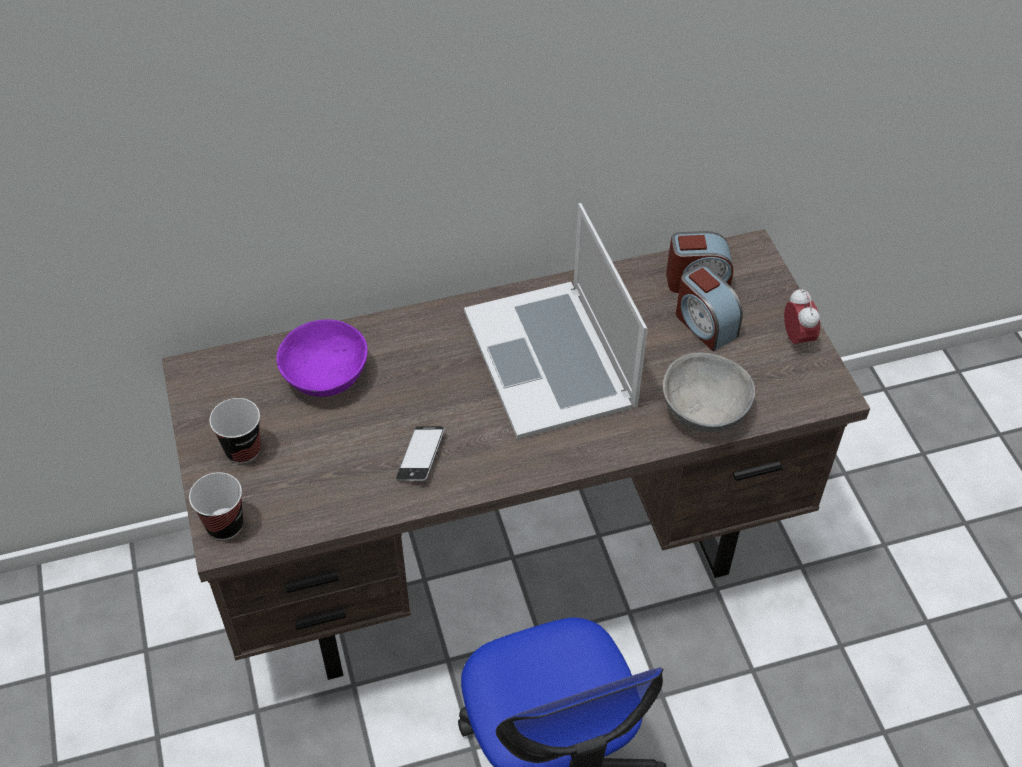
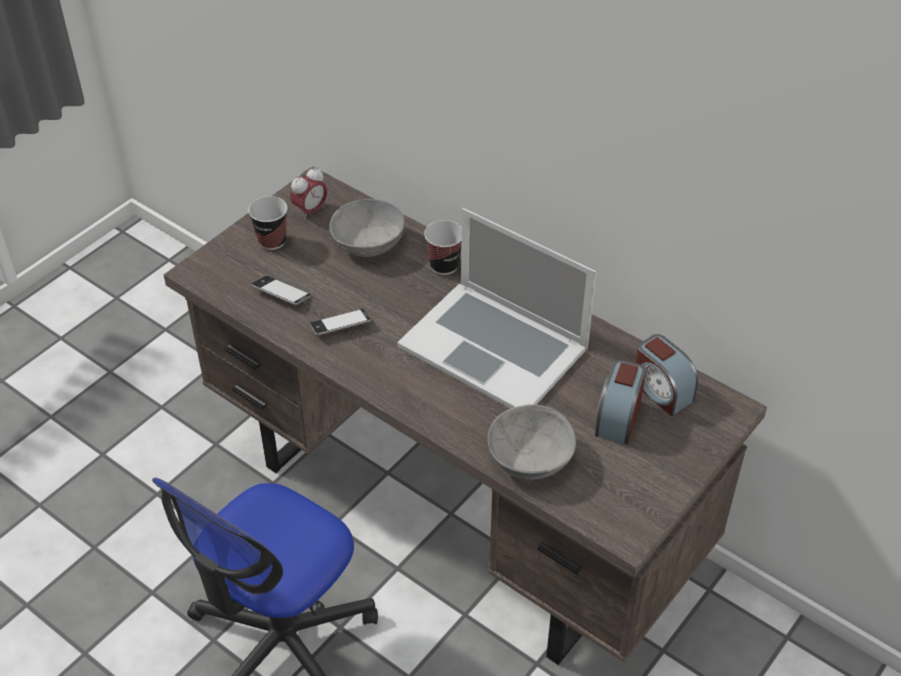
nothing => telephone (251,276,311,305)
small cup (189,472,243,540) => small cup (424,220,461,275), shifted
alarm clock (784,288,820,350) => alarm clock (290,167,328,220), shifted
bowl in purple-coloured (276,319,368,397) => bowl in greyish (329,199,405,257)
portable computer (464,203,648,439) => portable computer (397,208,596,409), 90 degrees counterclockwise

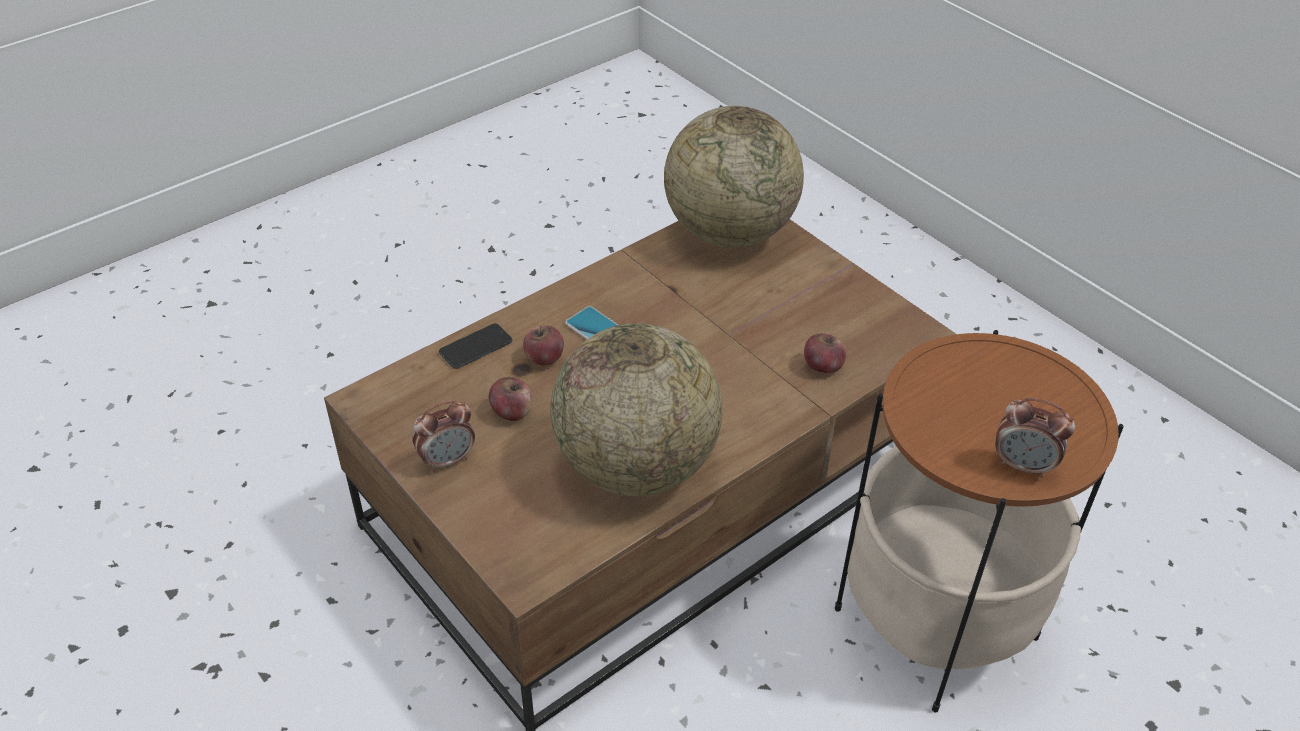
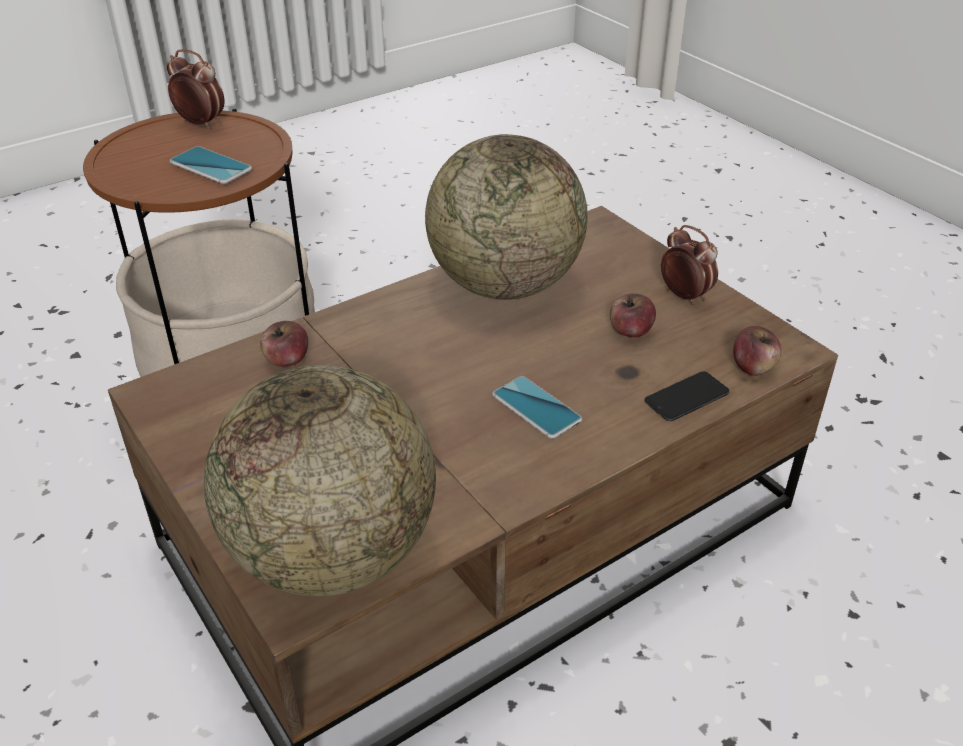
nothing => telephone (170,146,252,184)
apple (523,326,564,366) => apple (733,326,781,376), shifted
alarm clock (413,400,475,473) => alarm clock (661,225,718,305), 75 degrees clockwise

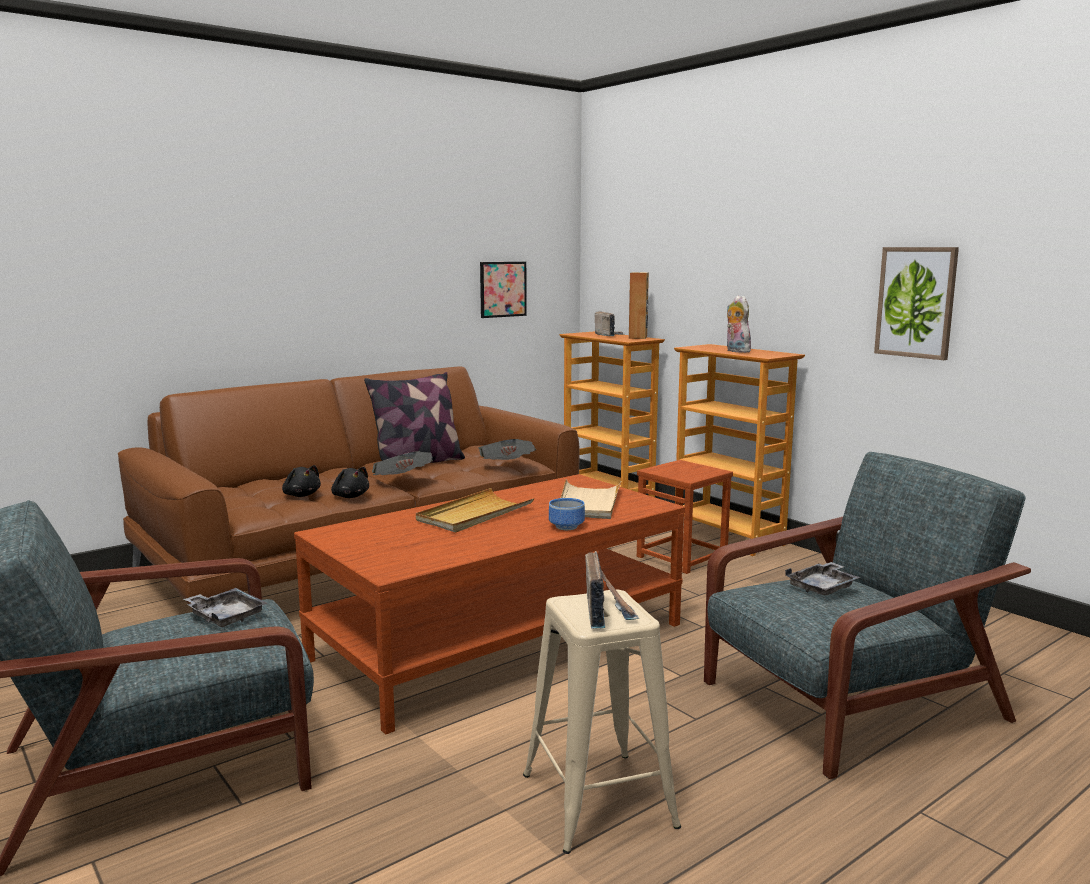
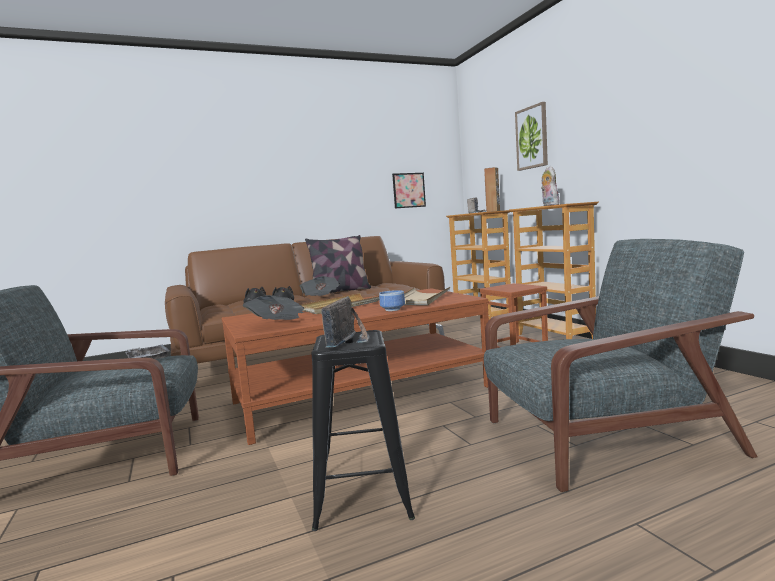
tray in greyish (785,562,860,595) => nothing
newspaper (478,439,536,460) => newspaper (243,295,305,320), shifted
wall art (874,247,959,360) => wall art (515,102,548,171), shifted
stool seat in beige (523,589,681,854) => stool seat in blackish (311,330,415,531)

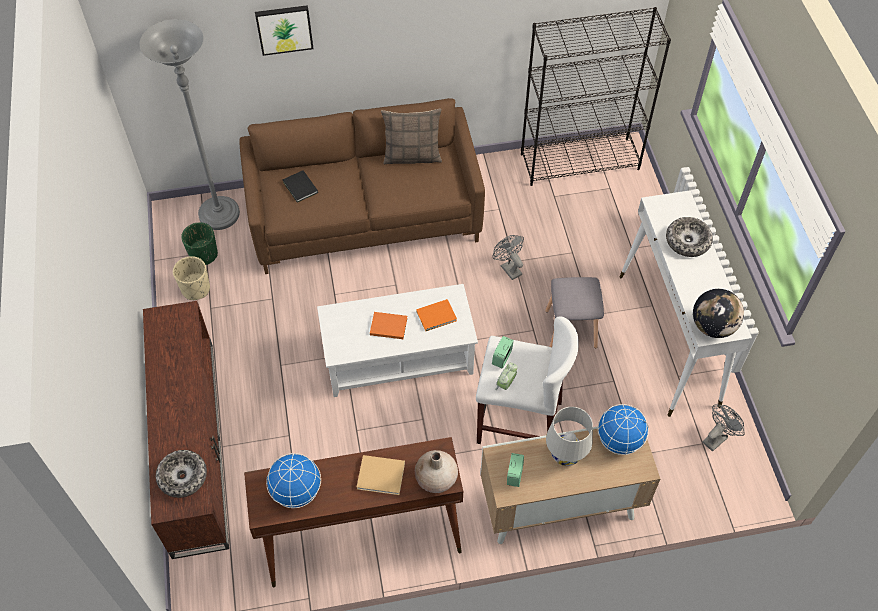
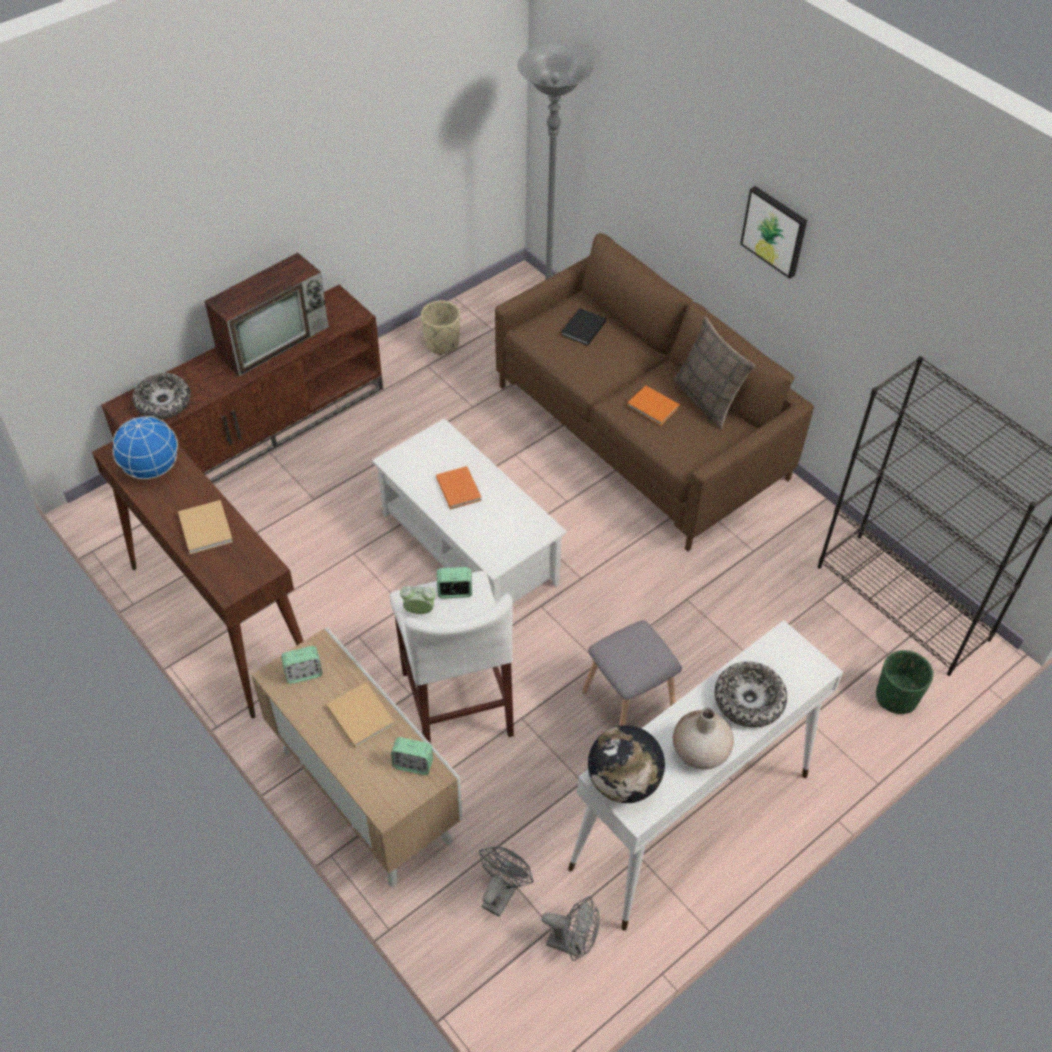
nothing => television (204,253,329,377)
planter in green-coloured (181,222,218,265) => planter in green-coloured (876,650,933,714), shifted
wall art (255,5,314,56) => wall art (740,186,807,279), shifted
flower vase in beige (415,450,458,493) => flower vase in beige (673,707,734,770), shifted
book in orangey (416,299,457,331) => book in orangey (627,385,680,426), shifted
electric fan in greyish (493,235,524,280) => electric fan in greyish (479,846,533,917), shifted
lamp for a table in whitish (546,407,593,466) => book in beige (326,682,395,748)
desk globe (598,404,649,455) => alarm clock (391,737,433,775)

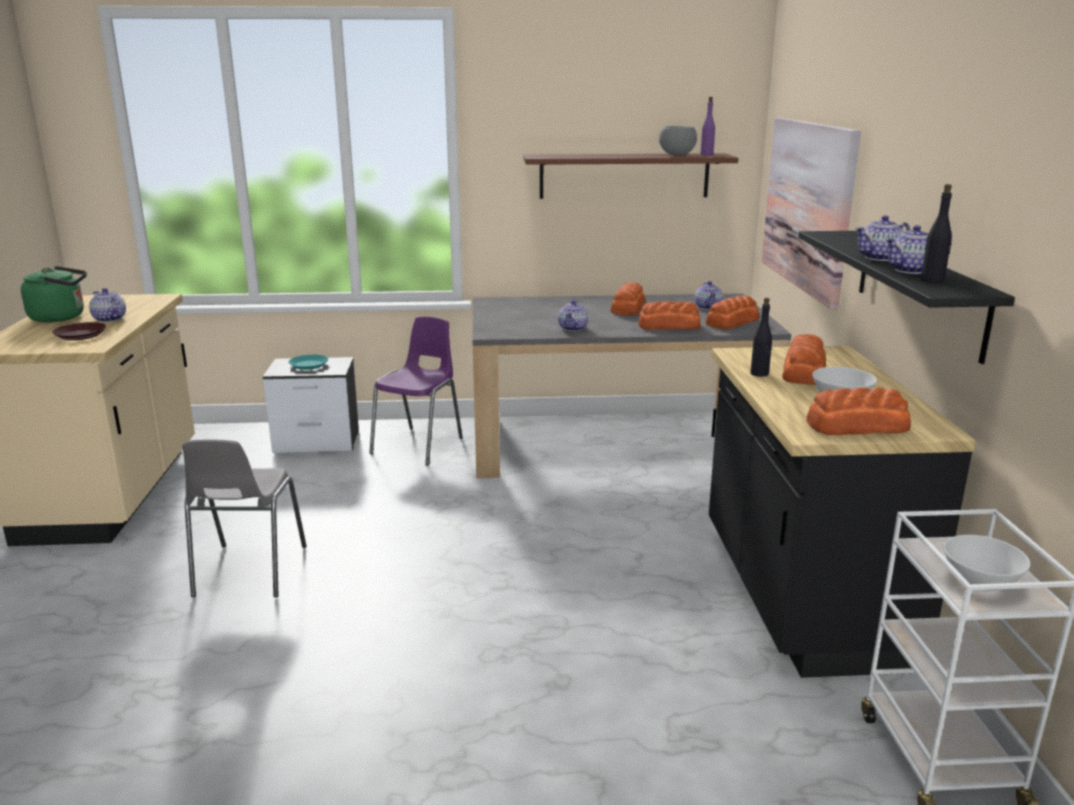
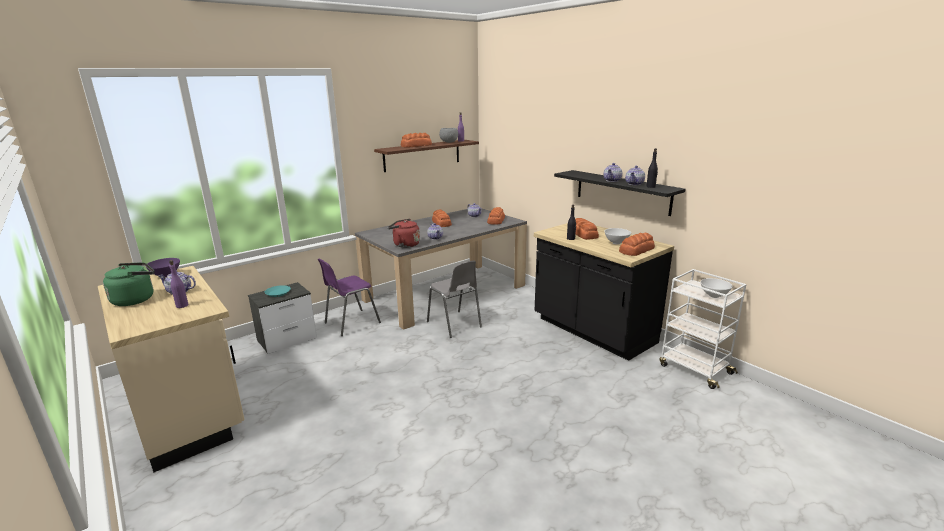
wall art (762,118,861,310) => nothing
nothing => bowl in purple-coloured (145,258,180,277)
nothing => kettle in reddish (387,219,420,248)
plain chair in greyish (182,440,307,598) => plain chair in greyish (427,261,482,338), shifted
bakery bread (638,301,701,330) => bakery bread (401,133,432,147), shifted
flat dish in brownish (52,322,107,340) => drink bottle in purple-coloured (169,260,189,308)
plain chair in purple-coloured (369,317,463,466) => plain chair in purple-coloured (317,259,381,336), 120 degrees counterclockwise

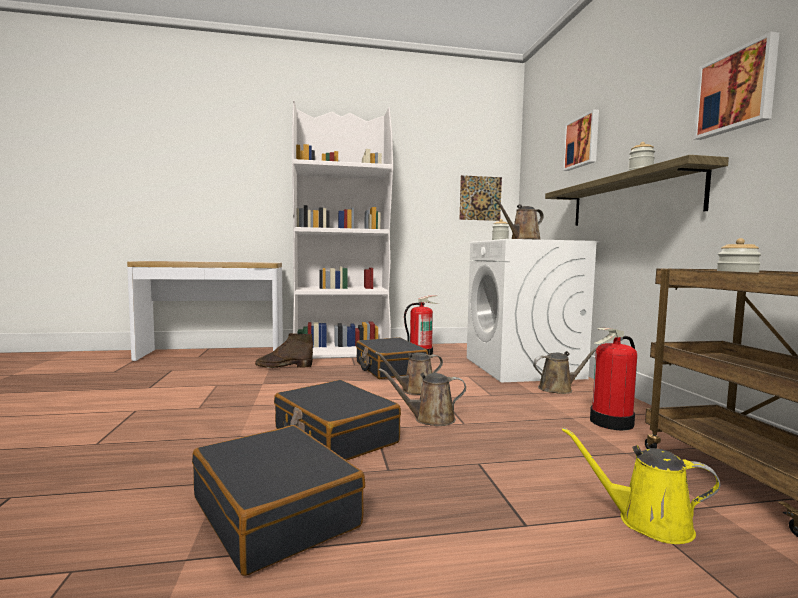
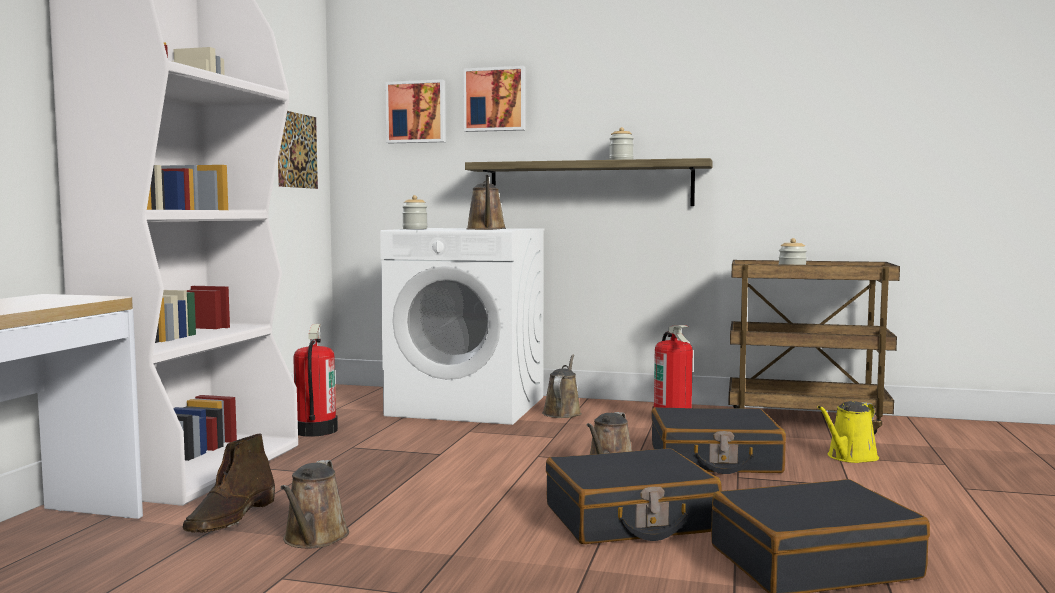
travel case in blackish (356,337,428,379) => travel case in blackish (651,407,786,474), shifted
watering pot in brownish (375,352,443,395) => watering pot in brownish (280,460,349,549), shifted
wall art (694,32,779,140) => wall art (385,79,446,143), shifted

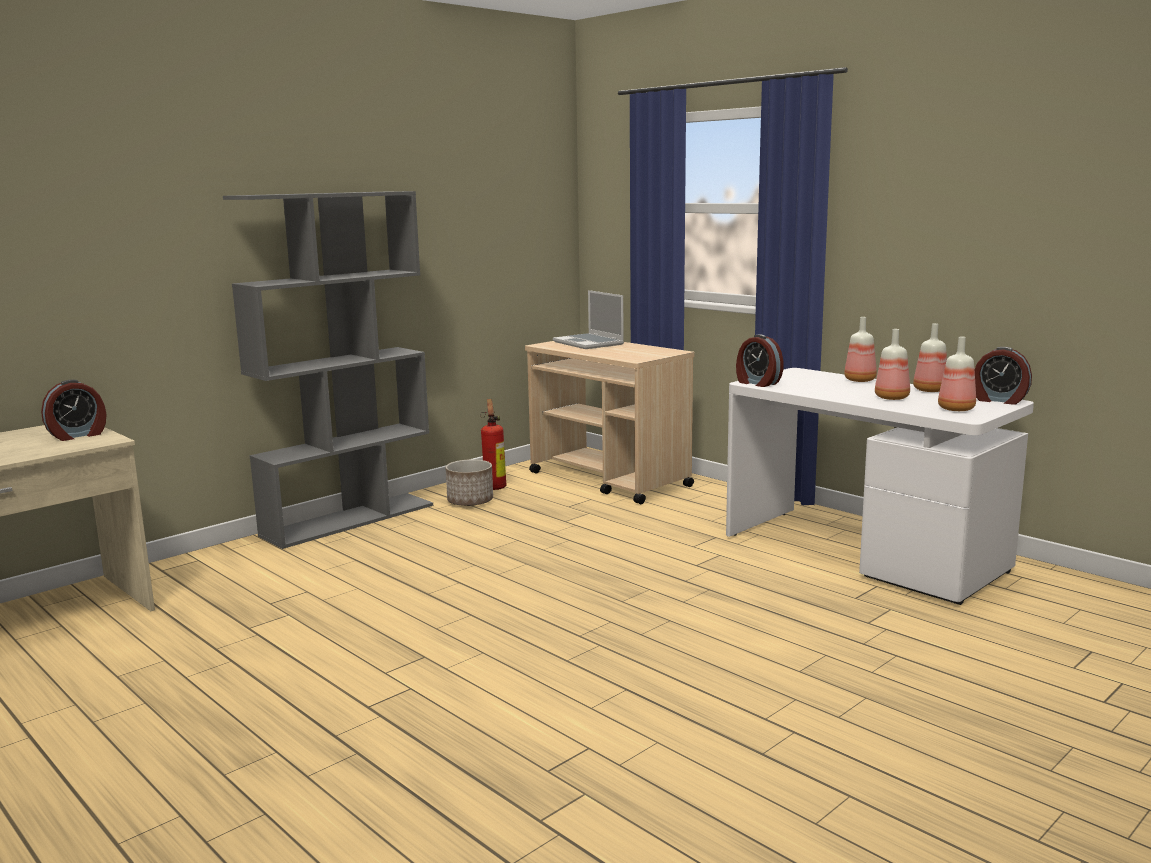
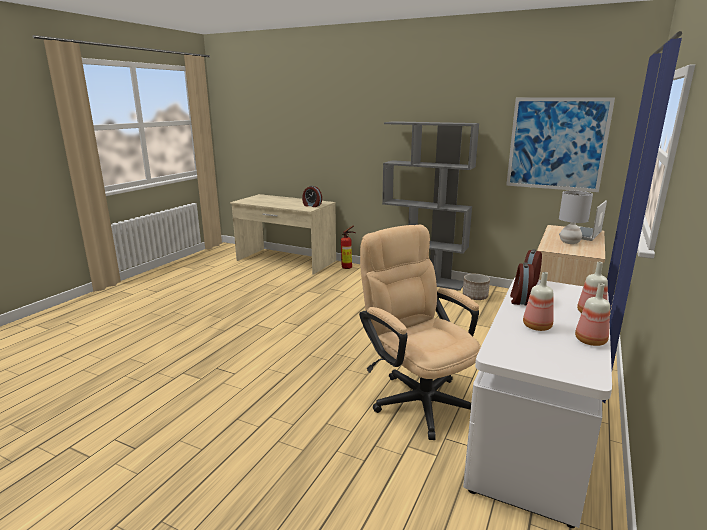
drink bottle (938,336,976,411) => nothing
nothing => office chair in beige (359,225,481,440)
nothing => wall art (506,97,615,192)
nothing => lamp for a table in greyish (559,191,593,244)
fire-fighting cylinder (480,399,507,490) => fire-fighting cylinder (341,225,355,269), shifted
alarm clock (974,347,1032,405) => alarm clock (510,262,534,306), shifted

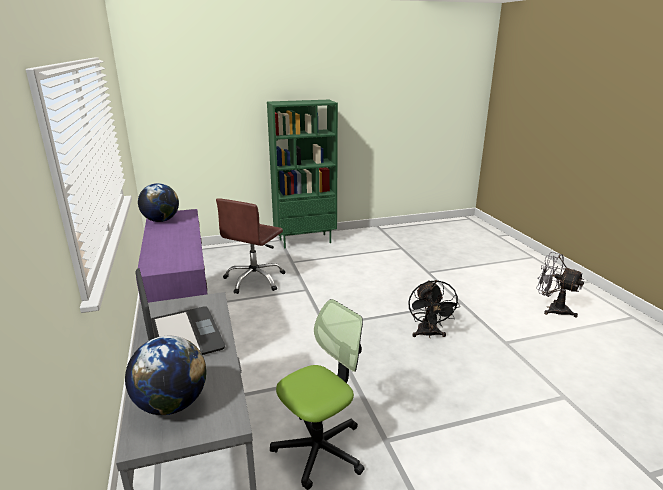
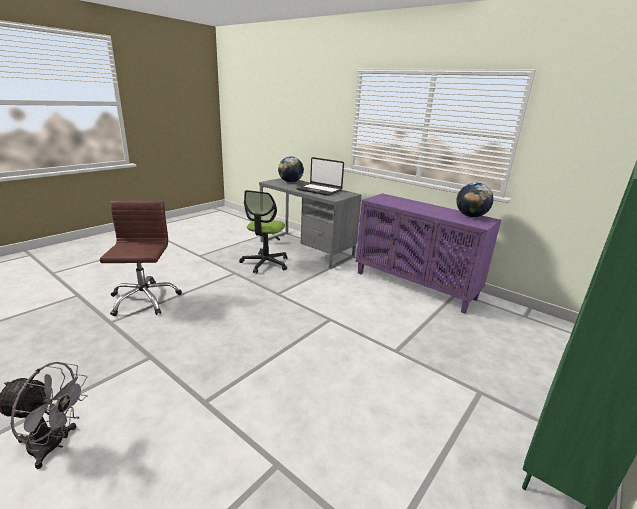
electric fan in blackish (408,280,460,338) => nothing
office chair in brownish (216,198,285,294) => office chair in brownish (100,200,182,316), shifted

